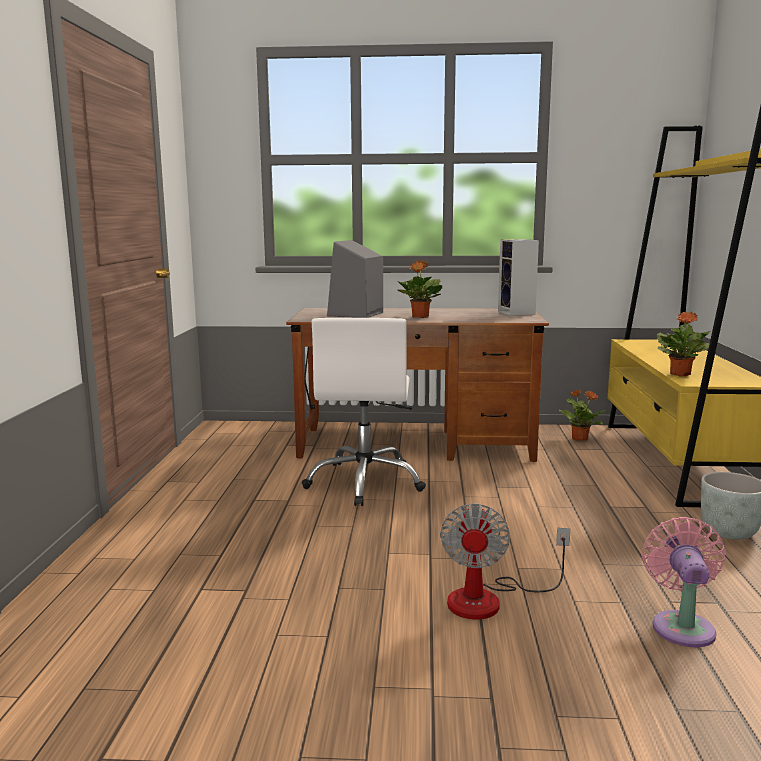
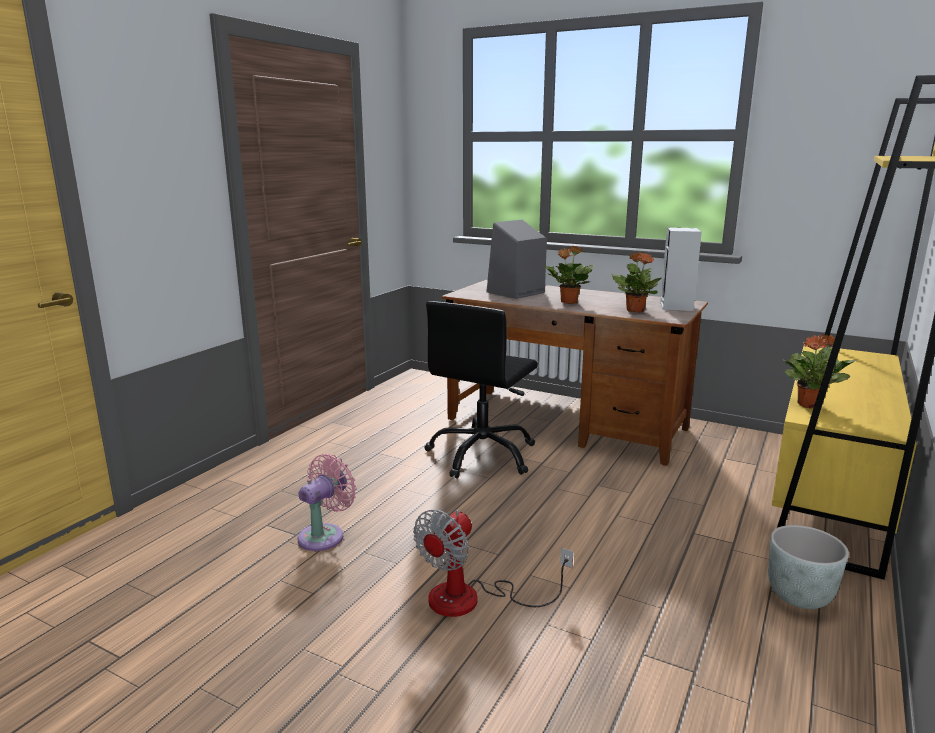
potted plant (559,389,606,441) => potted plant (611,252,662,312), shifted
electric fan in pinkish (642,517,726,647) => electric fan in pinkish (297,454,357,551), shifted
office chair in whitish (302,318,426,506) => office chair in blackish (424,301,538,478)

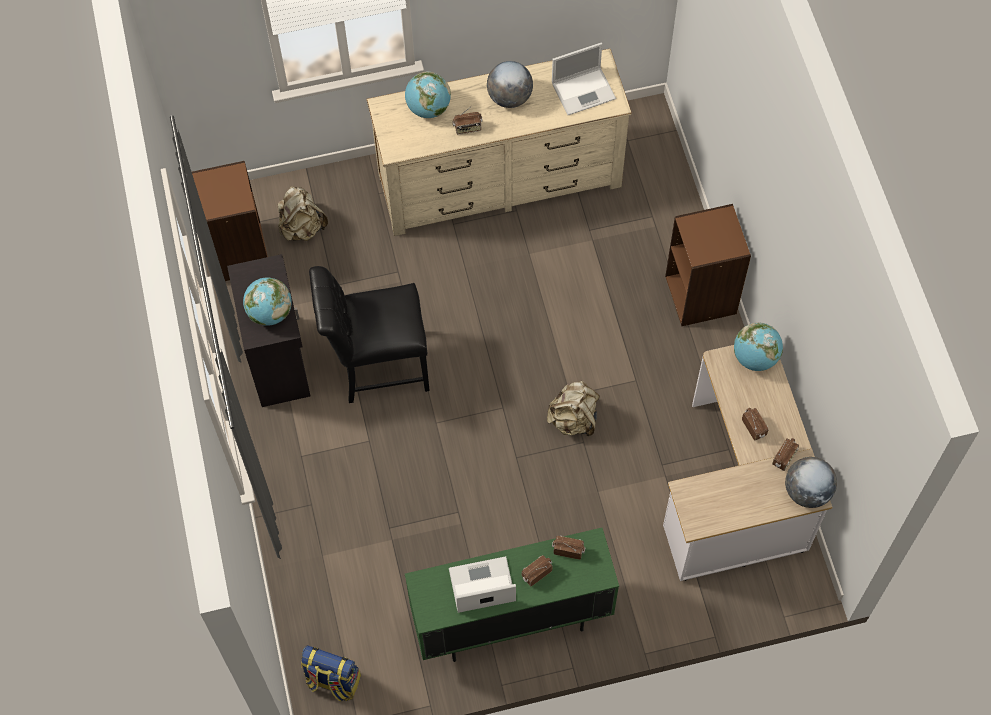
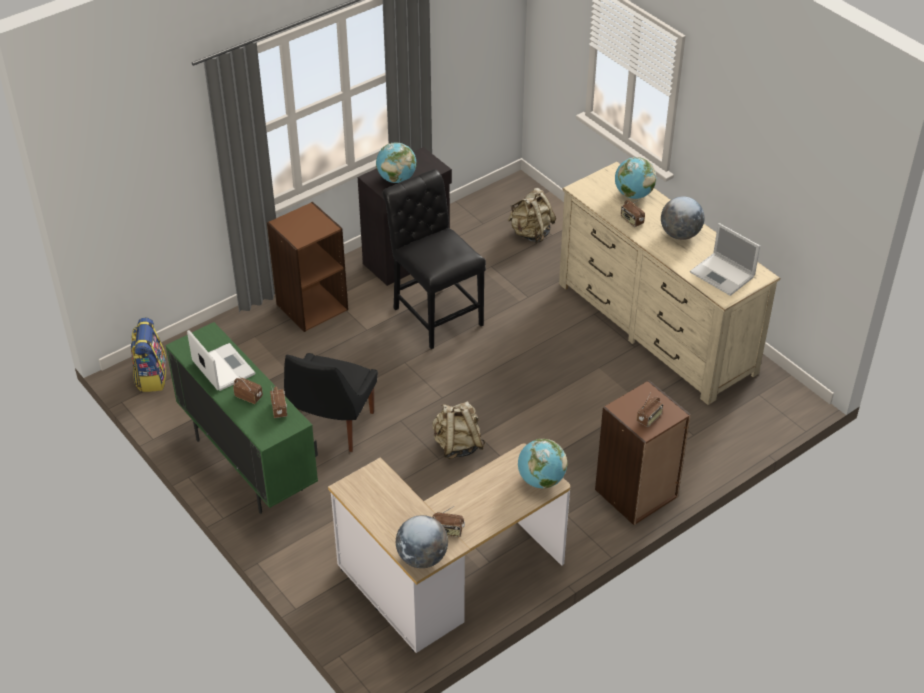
nothing => plain chair in blackish (284,353,378,452)
shelving unit in brownish (192,161,268,281) => shelving unit in brownish (267,202,348,332), shifted
radio set (742,408,768,441) => radio set (637,393,663,427), shifted

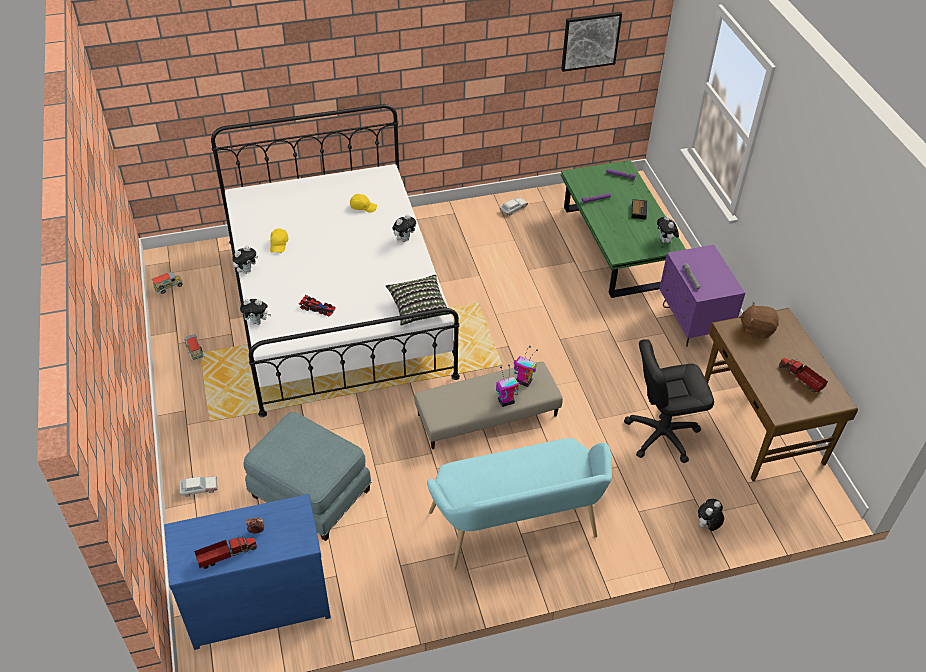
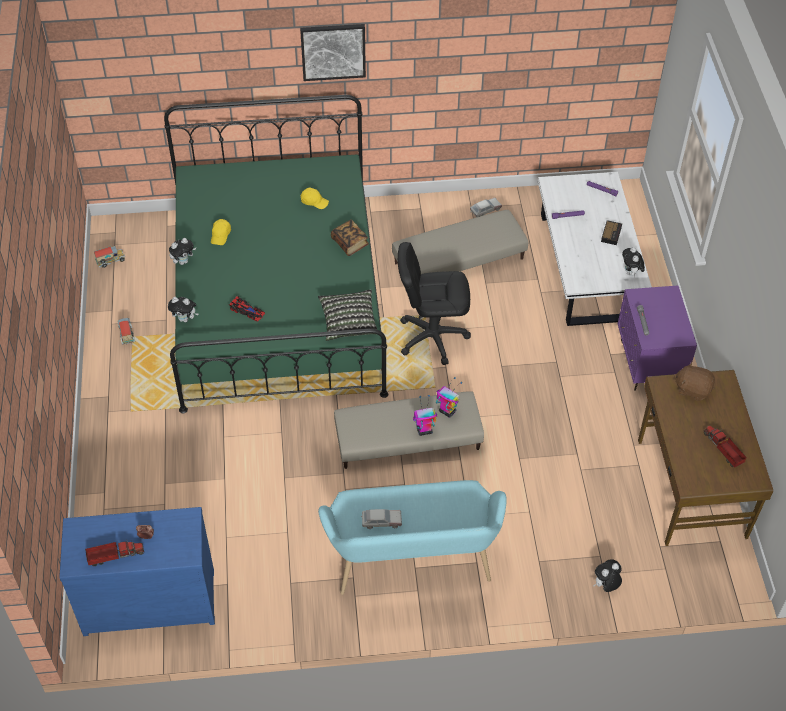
pouffe in bluish (243,412,371,541) => nothing
nothing => pouffe in beige (392,210,528,274)
toy car (179,476,217,497) => toy car (361,509,402,529), shifted
wall art (561,12,622,72) => wall art (300,24,366,81), shifted
office chair in blackish (624,339,714,463) => office chair in blackish (398,242,471,365), shifted
soft toy (392,214,416,242) => book (331,220,369,256)
bed in whitish (211,104,460,417) => bed in green-coloured (164,95,388,413)
coffee table in green-coloured (561,160,686,298) => coffee table in whitish (538,172,652,326)

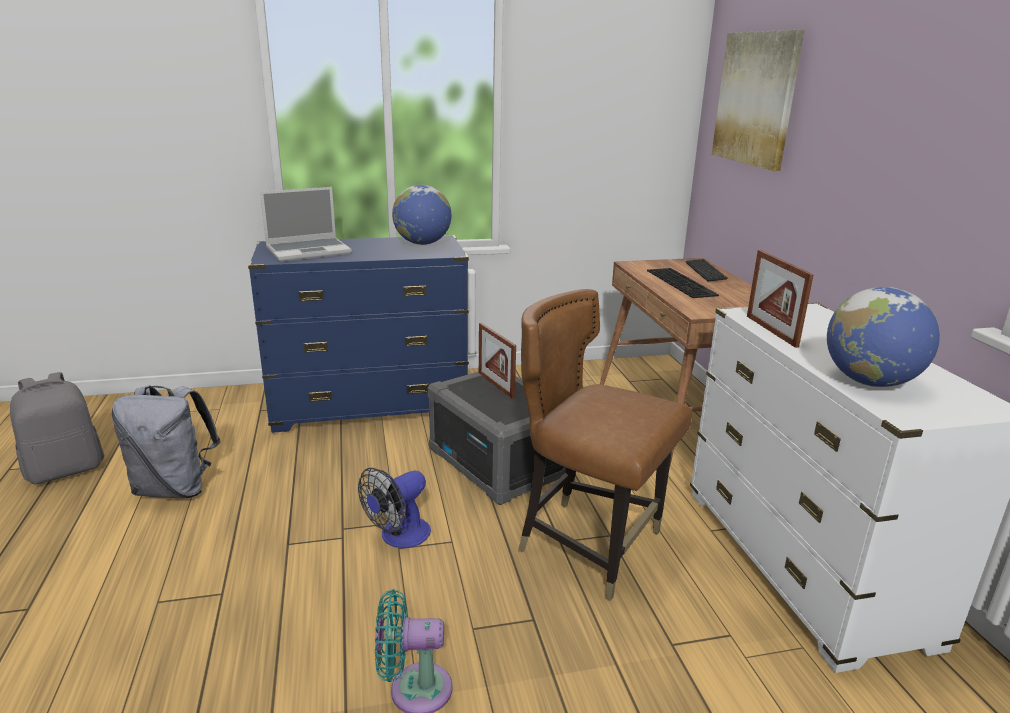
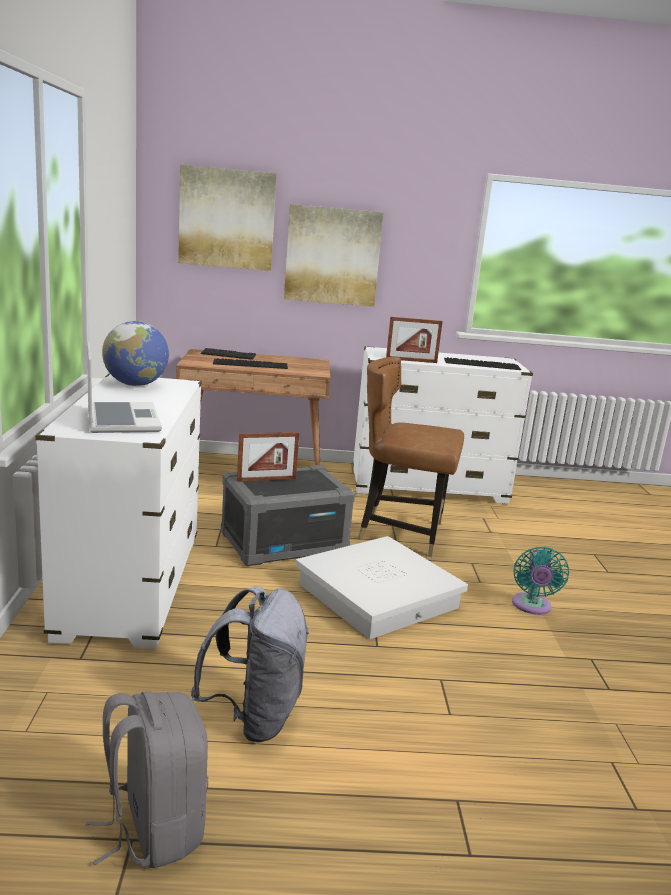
nothing => wall art (284,204,384,307)
electric fan (358,468,431,548) => storage box in whitish (295,536,468,639)
desk globe (827,287,940,387) => PC keyboard (444,357,521,370)
drawer chest in bluish (248,235,469,433) => drawer chest in whitish (35,373,202,649)
plain chair in brownish (518,289,692,601) => plain chair in brownish (358,357,464,557), 60 degrees clockwise

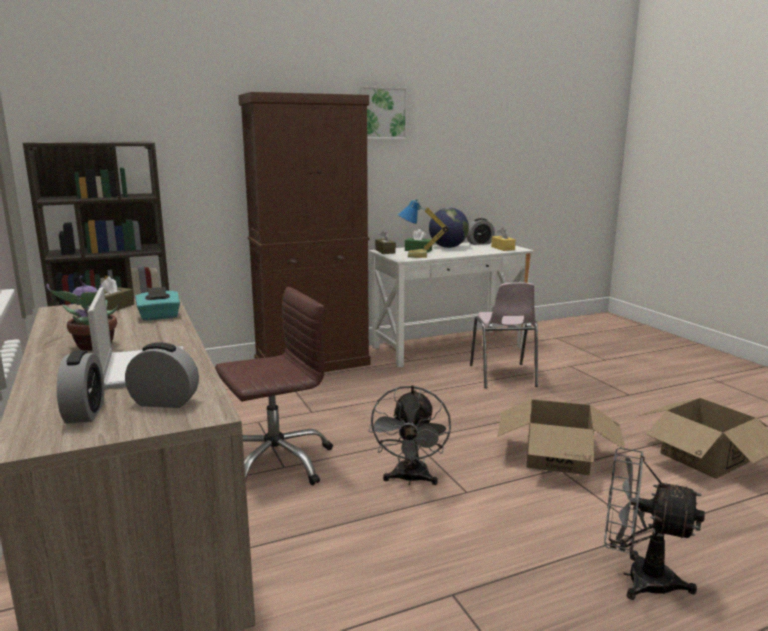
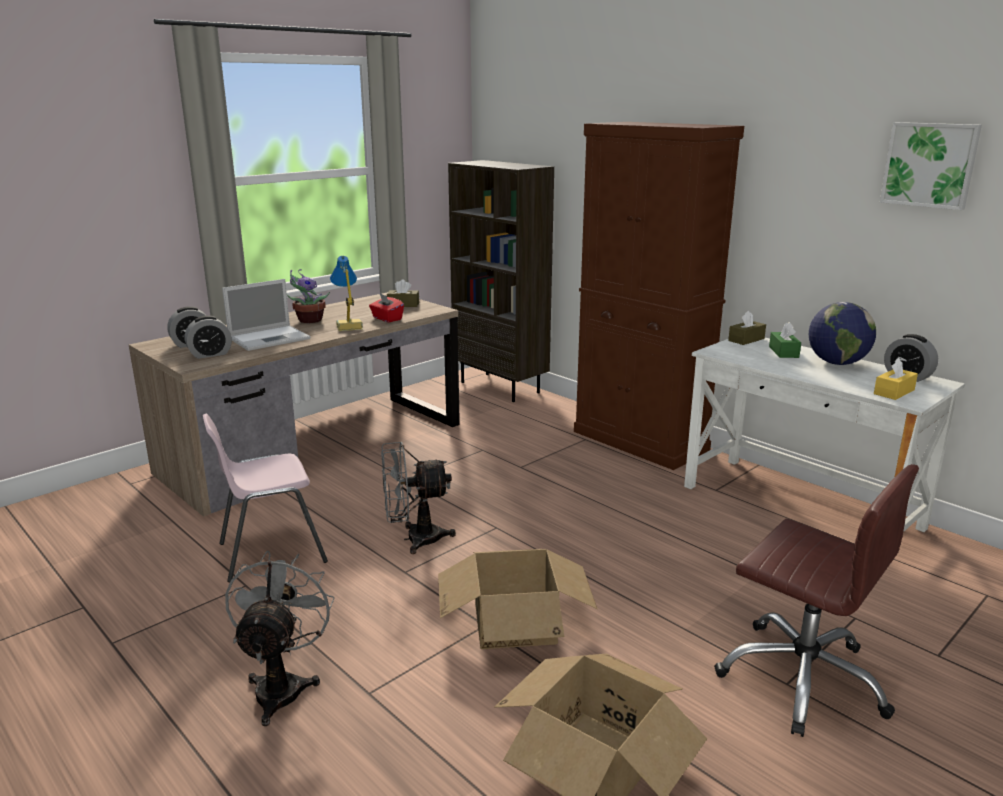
office chair in brownish (215,287,333,485) => office chair in brownish (714,464,919,737), shifted
wall art (360,86,408,139) => wall art (880,122,982,210), shifted
lamp for a table (398,199,449,258) => lamp for a table (330,256,363,331), shifted
plain chair in pinkish (470,282,538,388) => plain chair in pinkish (203,413,328,582), shifted
tissue box in blue-green (135,287,180,321) => tissue box in reddish (369,293,404,322)
alarm clock (125,342,199,408) => alarm clock (185,316,232,359), 75 degrees clockwise

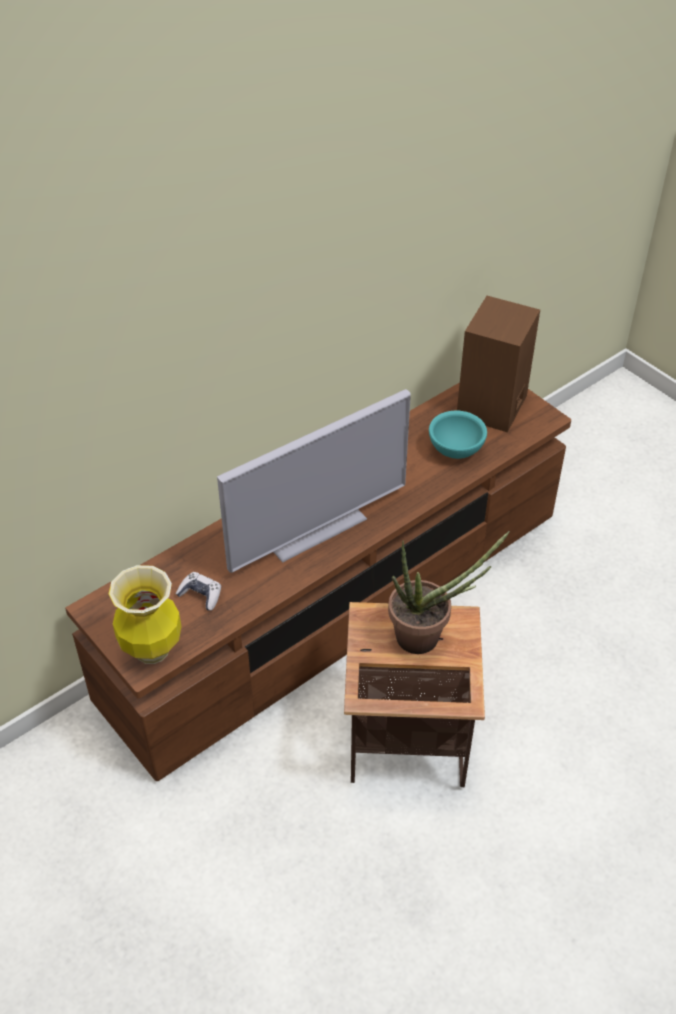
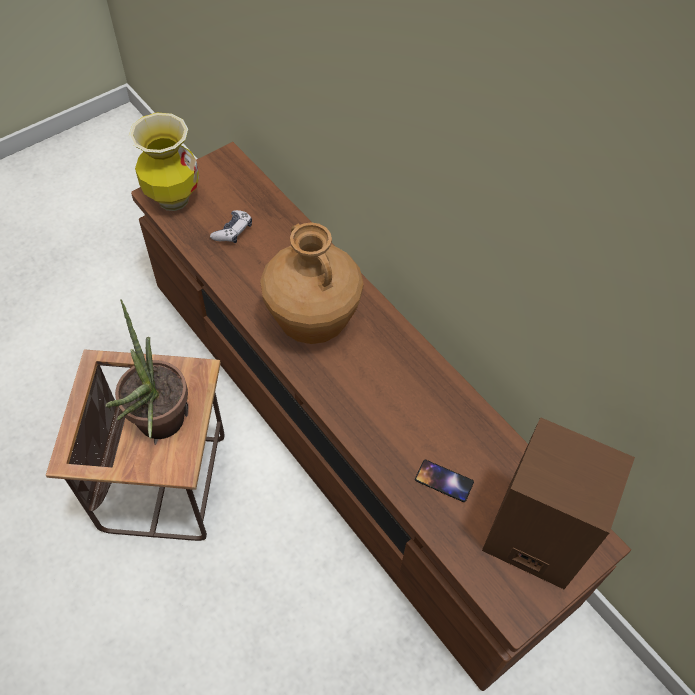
television (217,389,411,573) => flower vase in brownish (260,222,364,344)
bowl in blue-green (429,411,487,459) => telephone (415,460,474,502)

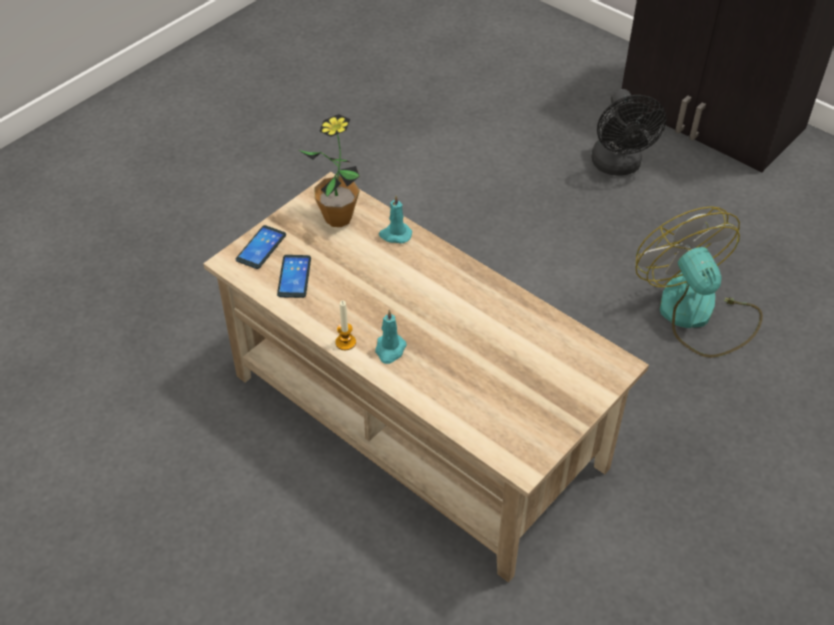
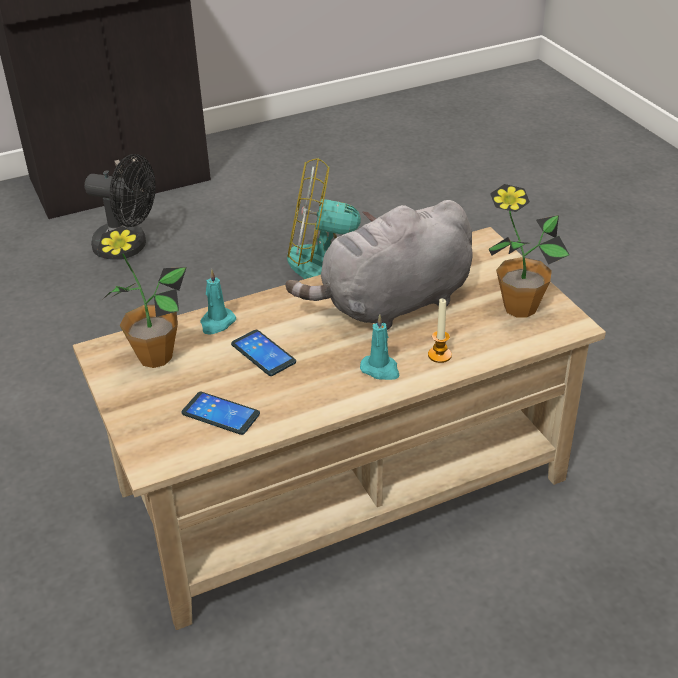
nothing => soft toy in greyish (286,200,472,330)
nothing => potted plant (489,184,570,318)
telephone (236,225,286,269) => telephone (231,330,296,376), shifted
candle (335,301,356,350) => candle (428,298,452,363), shifted

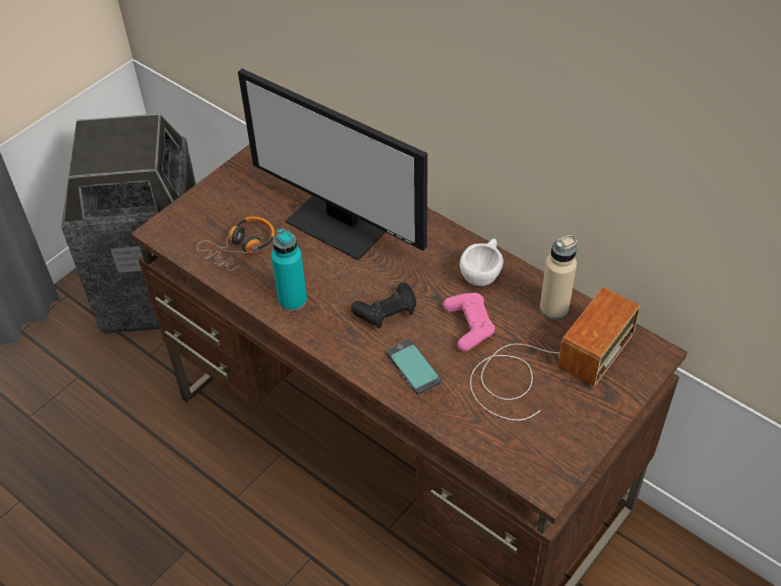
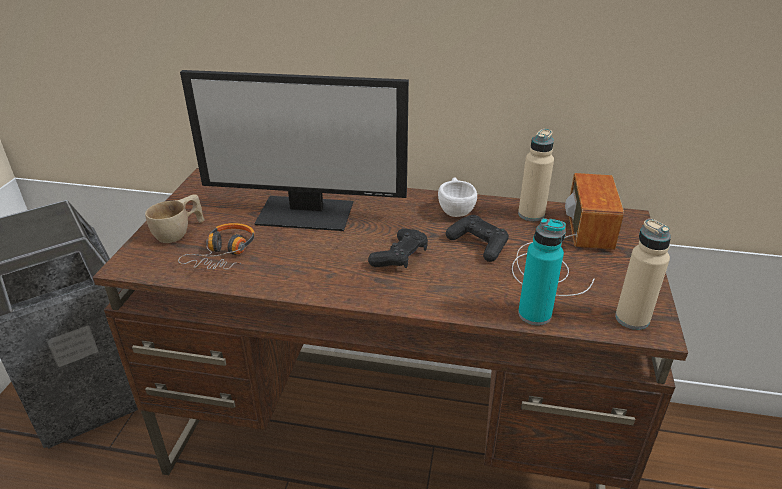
telephone (386,339,442,395) => nothing
nothing => small cup in beige (145,195,205,243)
nothing => drink bottle in beige (615,219,671,330)
drink bottle in blue-green (271,228,307,311) => drink bottle in blue-green (518,218,566,325), shifted
gamepad in pinkish (443,293,495,352) => gamepad in blackish (446,215,509,262)

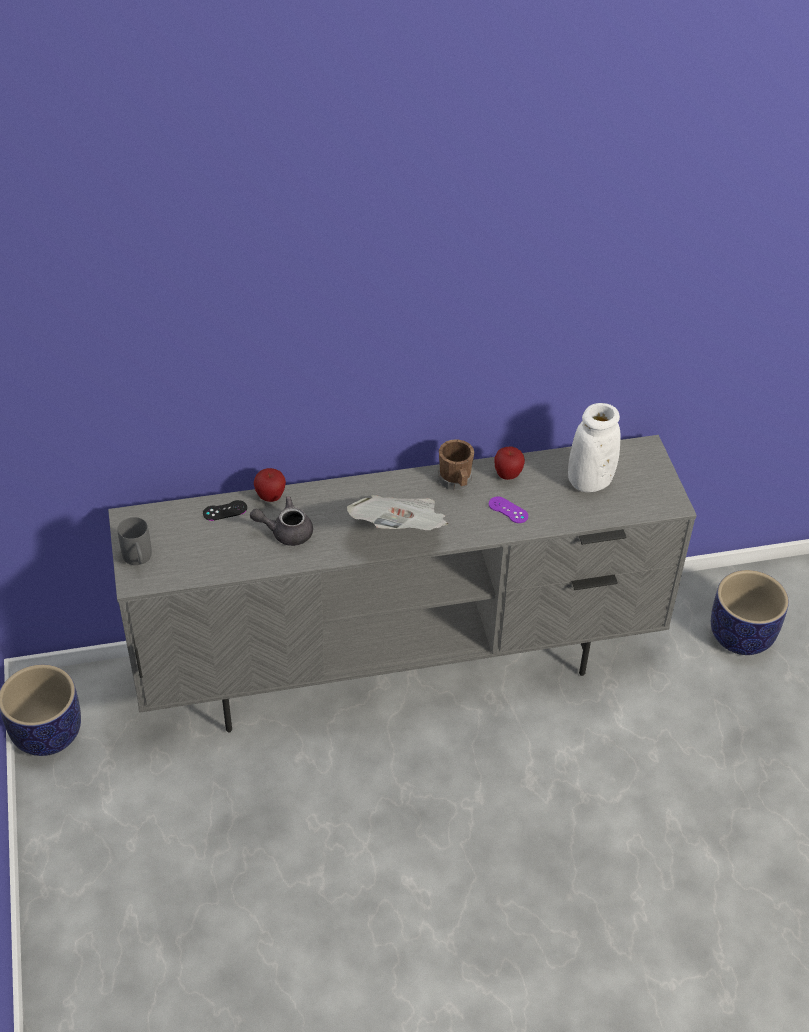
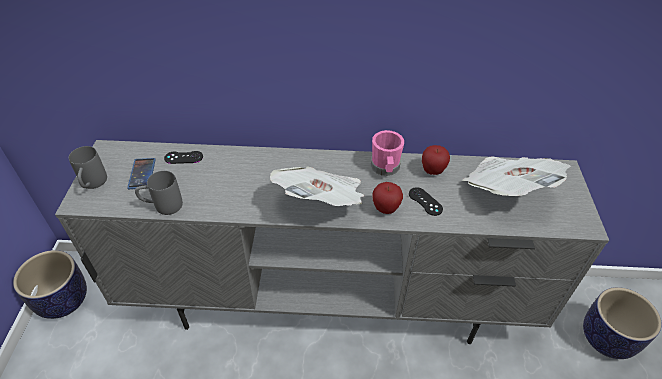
tea pot in greyish (250,496,313,546) => nothing
nothing => telephone (127,158,156,189)
nothing => mug in greyish (135,171,183,215)
apple (254,468,286,502) => apple (372,182,403,214), shifted
flower vase in whitish (568,403,621,492) => newspaper (463,156,571,196)
mug in brownish (438,439,474,490) => mug in pinkish (371,130,404,176)
gamepad in purple-coloured (489,497,528,523) => gamepad in blackish (409,187,443,216)

